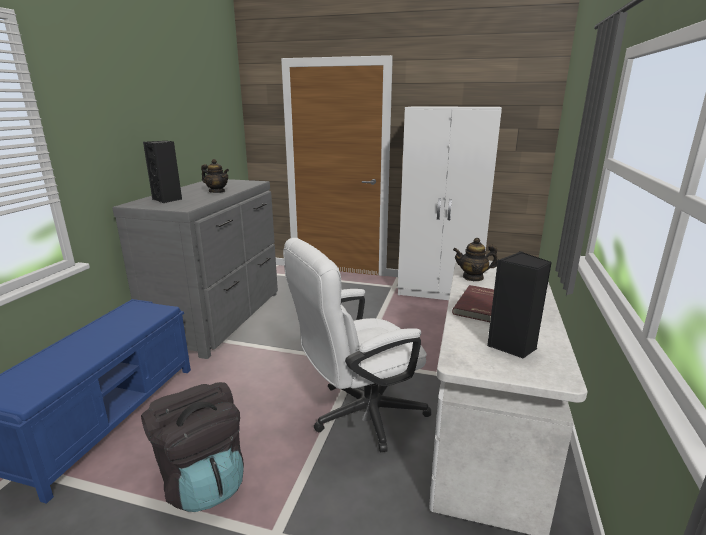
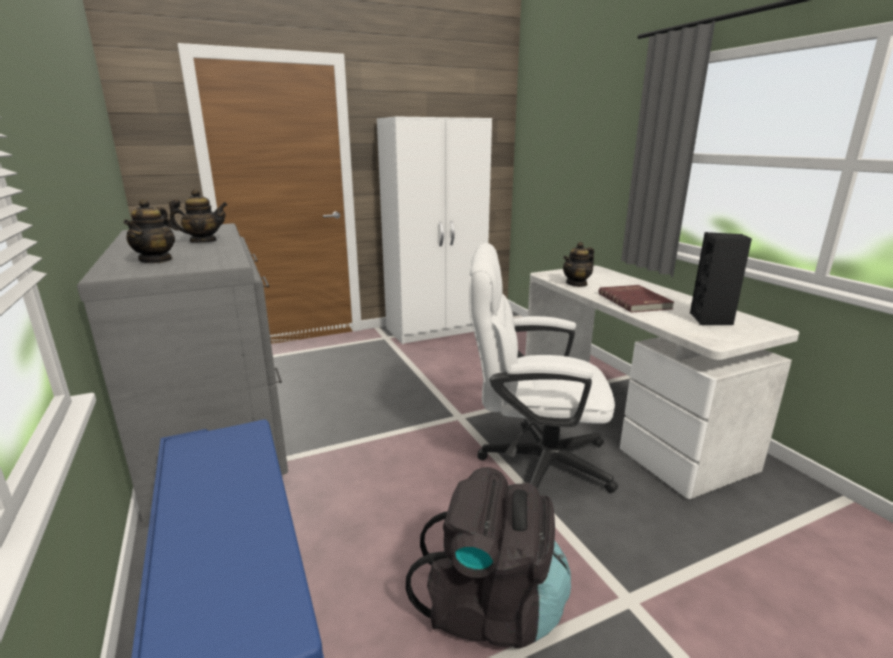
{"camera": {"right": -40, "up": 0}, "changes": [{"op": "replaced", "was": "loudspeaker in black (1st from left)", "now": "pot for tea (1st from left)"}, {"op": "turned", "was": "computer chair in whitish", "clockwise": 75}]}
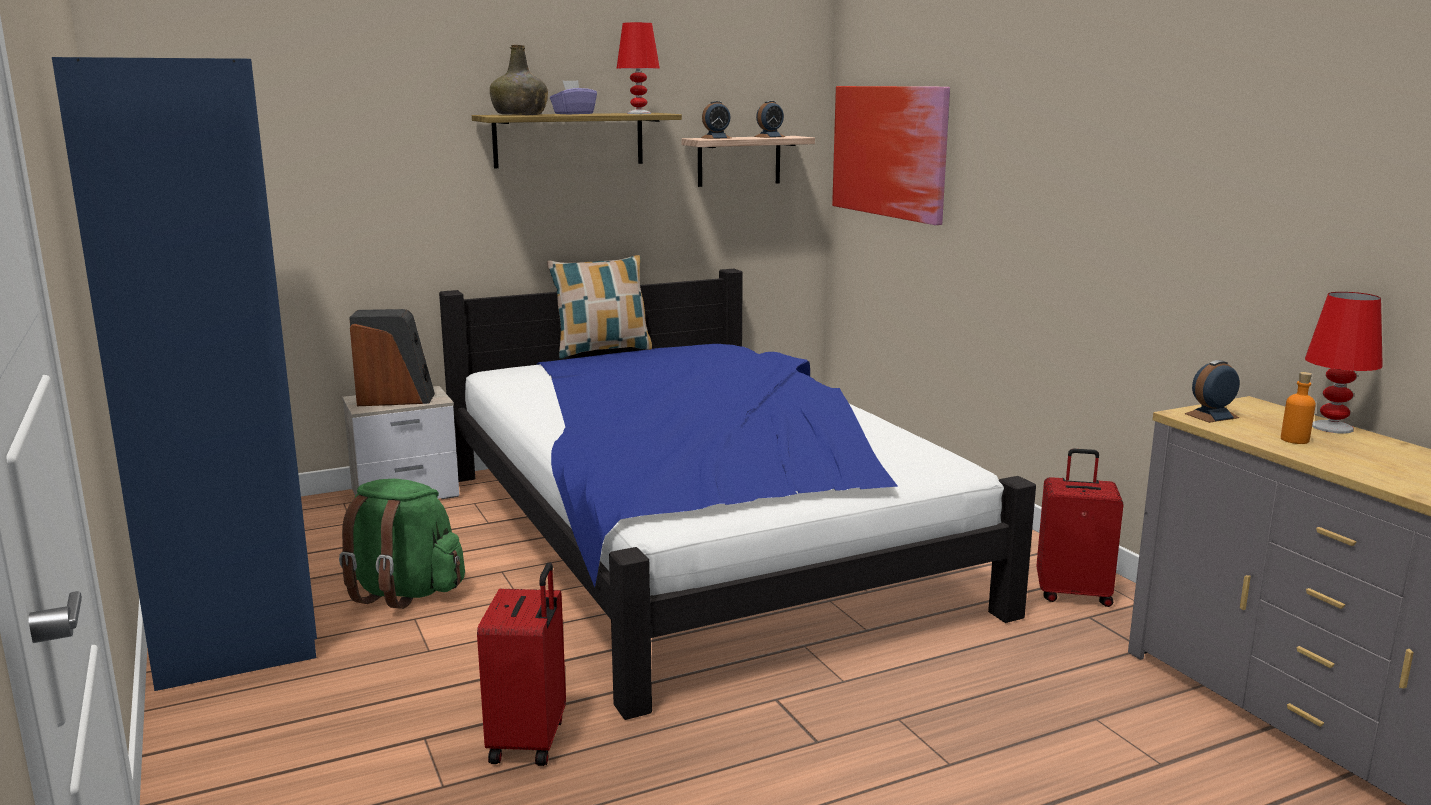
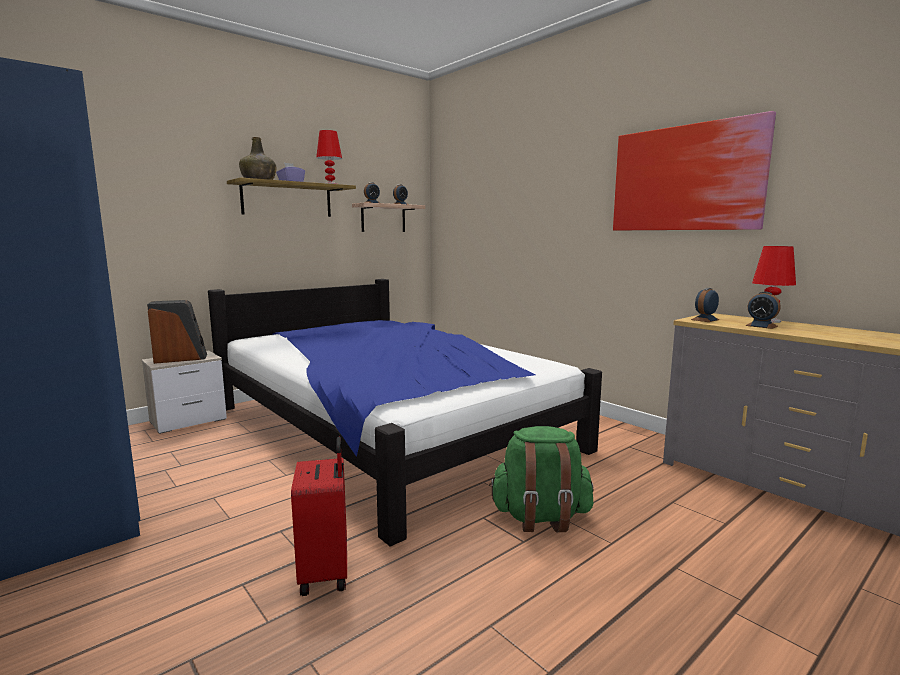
{"camera": {"right": -15, "up": -5}, "changes": [{"op": "moved", "was": "picture"}, {"op": "removed", "was": "pillow"}, {"op": "replaced", "was": "beverage bottle in orange", "now": "table clock (4th from left)"}, {"op": "removed", "was": "suitcase in reddish (2nd from left)"}, {"op": "moved", "was": "rucksack in green-coloured"}]}
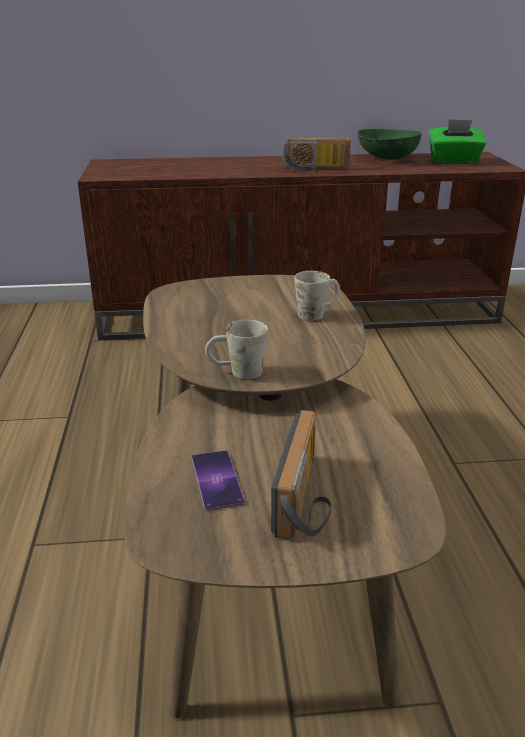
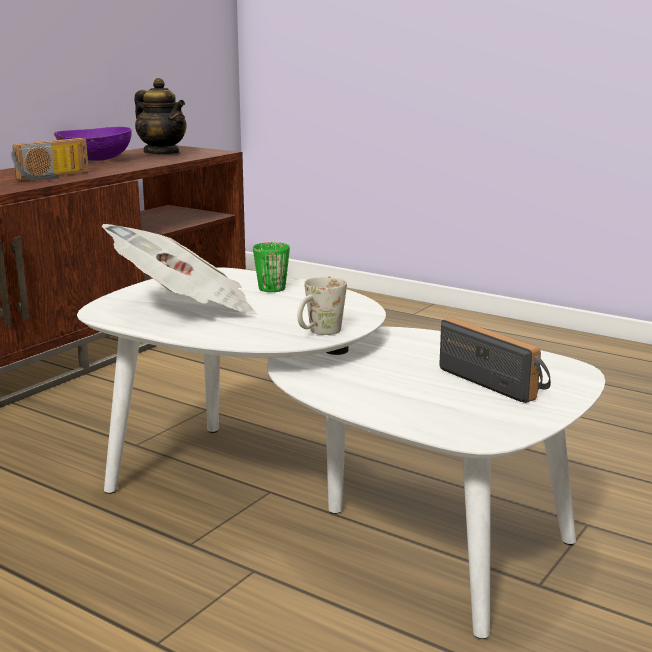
{"camera": {"right": -50, "up": -10}, "changes": [{"op": "replaced", "was": "tissue holder in green-coloured", "now": "pot for tea"}, {"op": "recoloured", "was": "serving bowl in green-coloured", "now": "serving bowl in purple"}, {"op": "recoloured", "was": "mug in whitish (2nd from left)", "now": "mug in green-coloured"}, {"op": "recoloured", "was": "lounge table in brown", "now": "lounge table in whitish"}, {"op": "removed", "was": "telephone"}, {"op": "added", "now": "newspaper"}]}
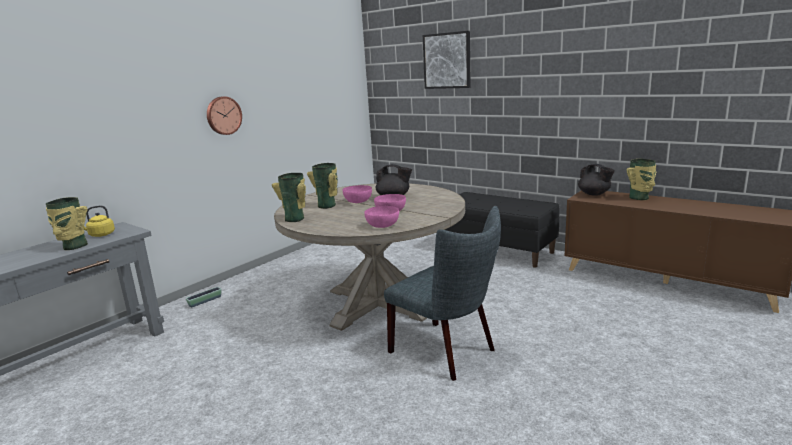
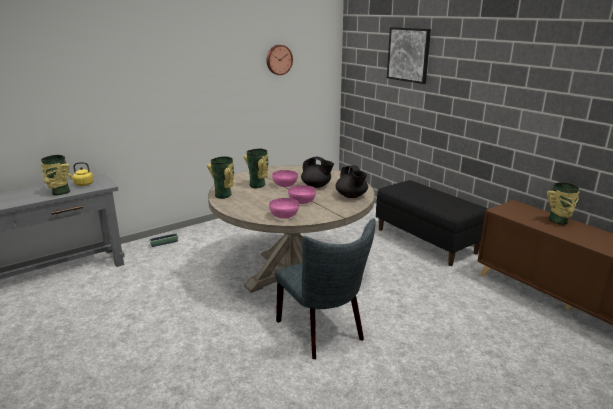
{"camera": {"right": 15, "up": 5}, "changes": [{"op": "moved", "was": "clock on the wall"}, {"op": "moved", "was": "pot for tea in black (2nd from left)"}]}
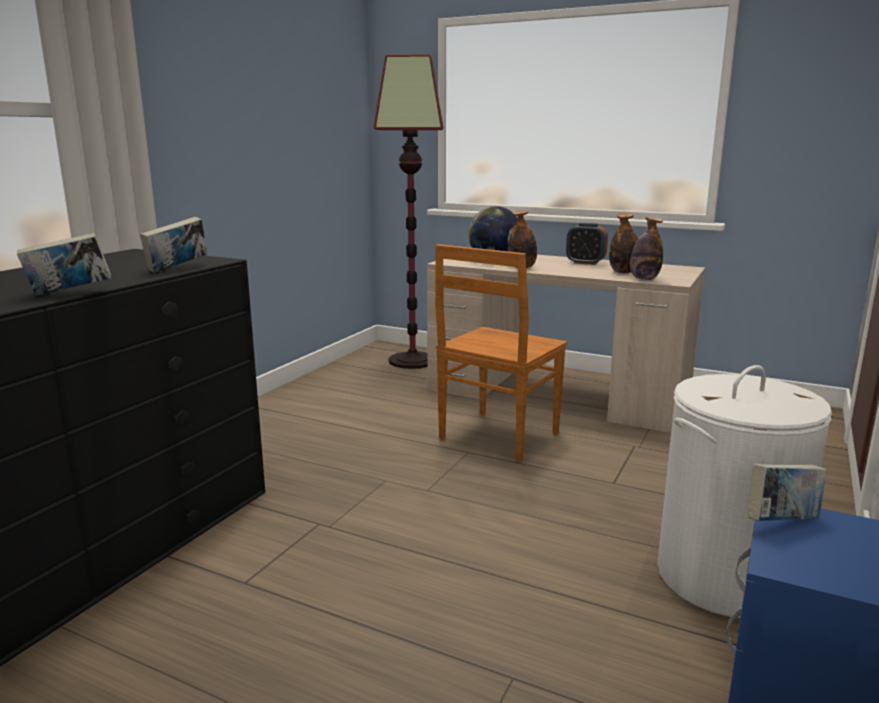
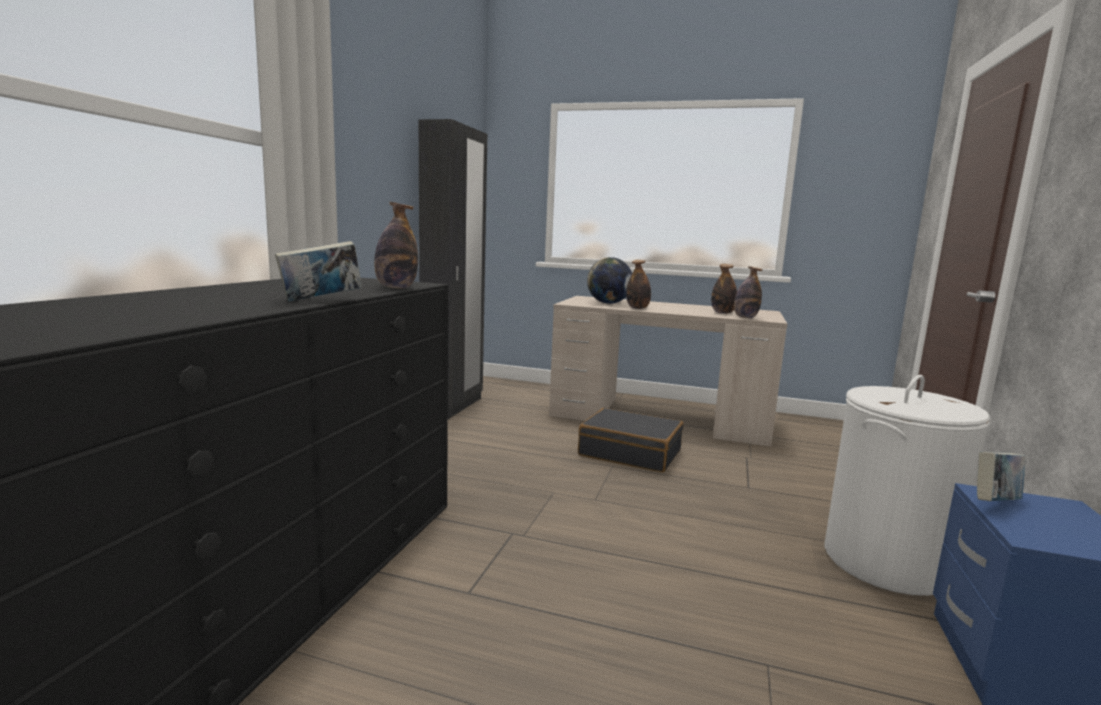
{"camera": {"right": -10, "up": -5}, "changes": [{"op": "removed", "was": "standard lamp"}, {"op": "replaced", "was": "book (2nd from left)", "now": "beverage bottle (1st from left)"}, {"op": "removed", "was": "table clock"}, {"op": "replaced", "was": "plain chair in brown", "now": "suitcase in black"}, {"op": "added", "now": "clothes cupboard in black"}]}
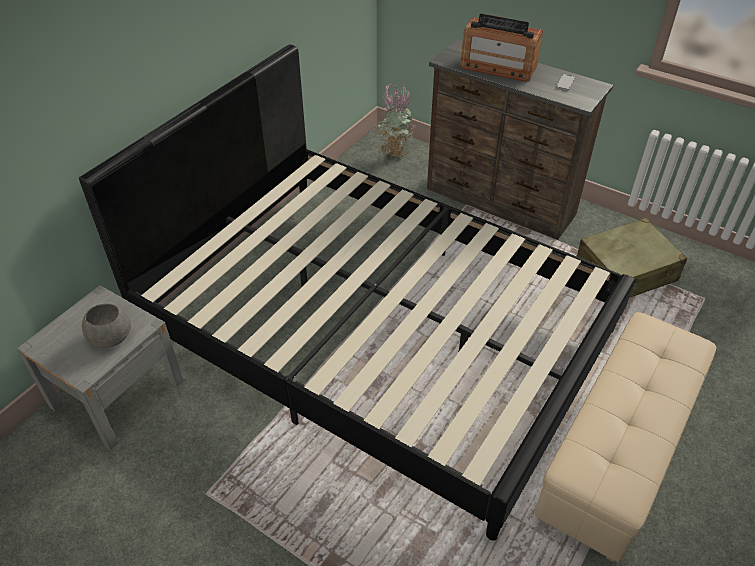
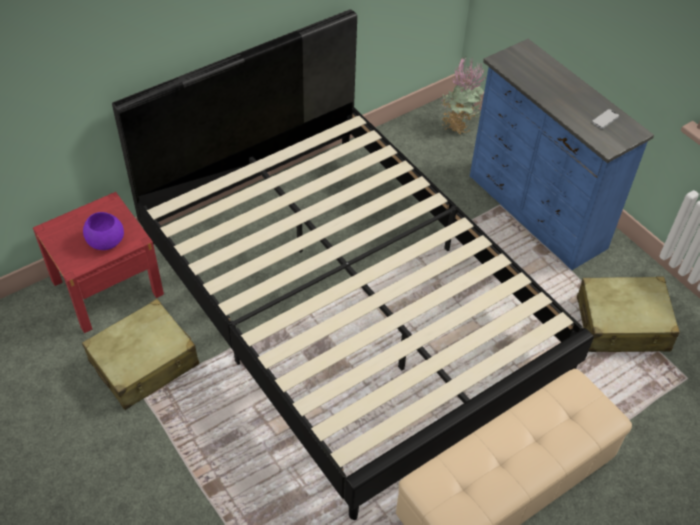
{"camera": {"right": 20, "up": 5}, "changes": [{"op": "removed", "was": "radio receiver"}, {"op": "recoloured", "was": "drawer chest in brown", "now": "drawer chest in blue-coloured"}, {"op": "recoloured", "was": "night table in gray", "now": "night table in reddish"}, {"op": "recoloured", "was": "serving bowl in gray", "now": "serving bowl in purple"}, {"op": "added", "now": "suitcase in beige (1st from left)"}]}
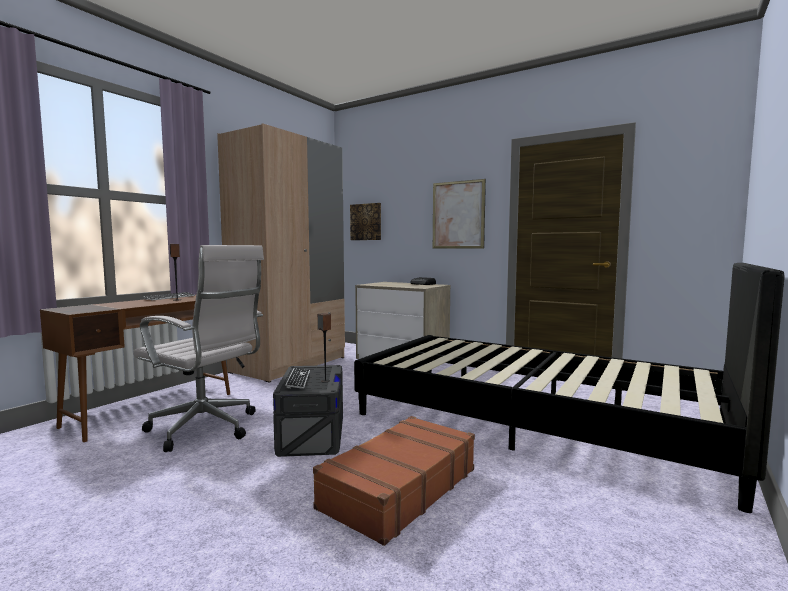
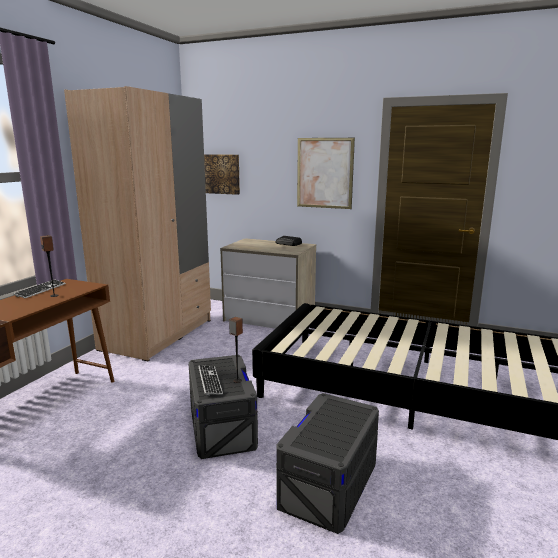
{"camera": {"right": -10, "up": 10}, "changes": [{"op": "removed", "was": "computer chair in whitish"}, {"op": "replaced", "was": "suitcase in brown", "now": "storage box in gray (2nd from left)"}]}
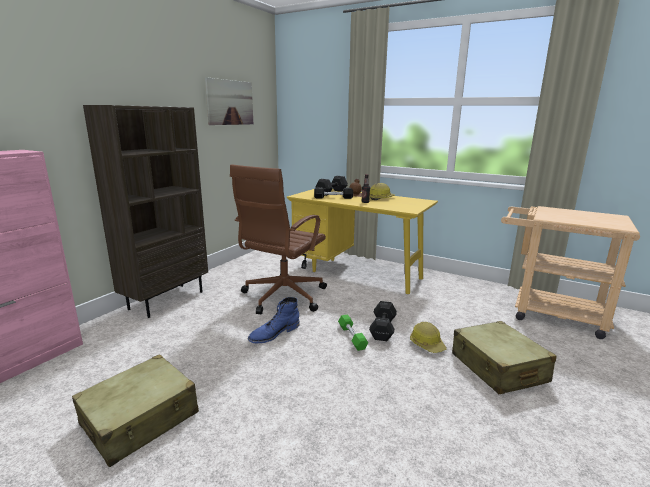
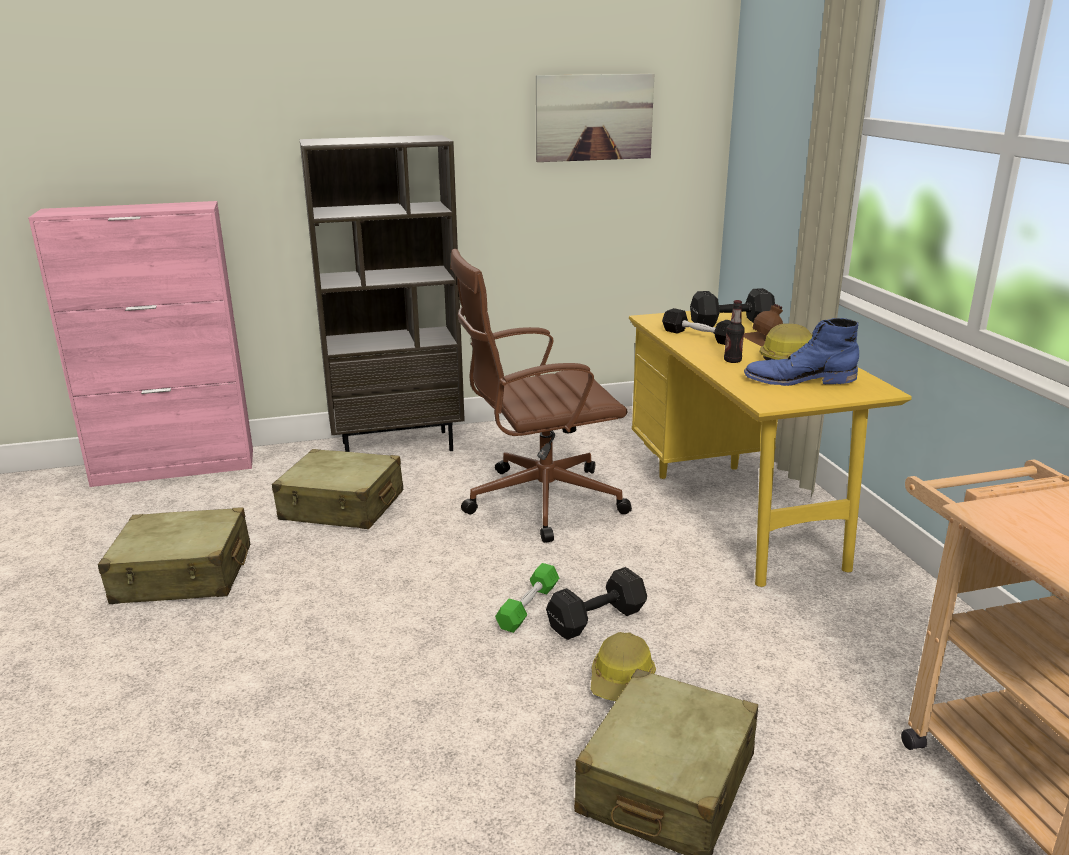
{"camera": {"right": 45, "up": 5}, "changes": [{"op": "moved", "was": "boot in blue-coloured"}, {"op": "added", "now": "suitcase in beige (2nd from left)"}]}
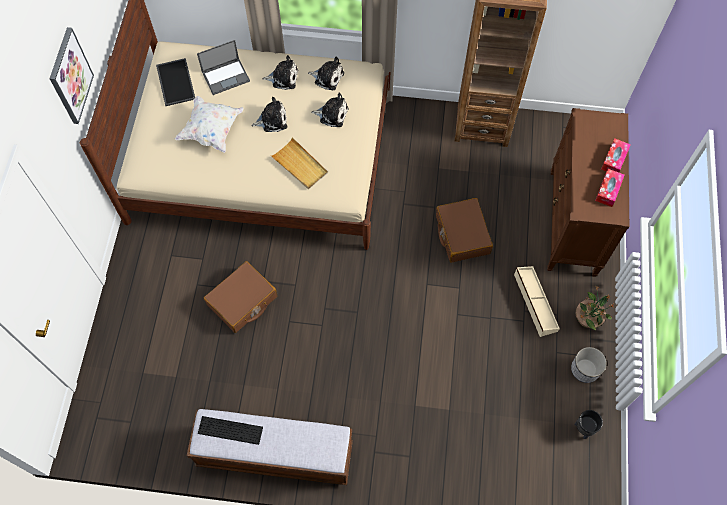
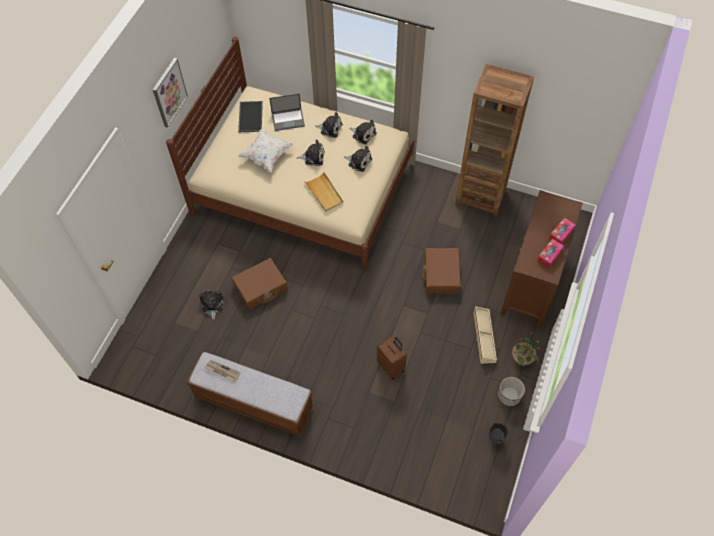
{"camera": {"right": 15, "up": -5}, "changes": [{"op": "replaced", "was": "PC keyboard", "now": "newspaper"}, {"op": "added", "now": "plush toy (1st from left)"}, {"op": "added", "now": "suitcase in brown (2nd from left)"}]}
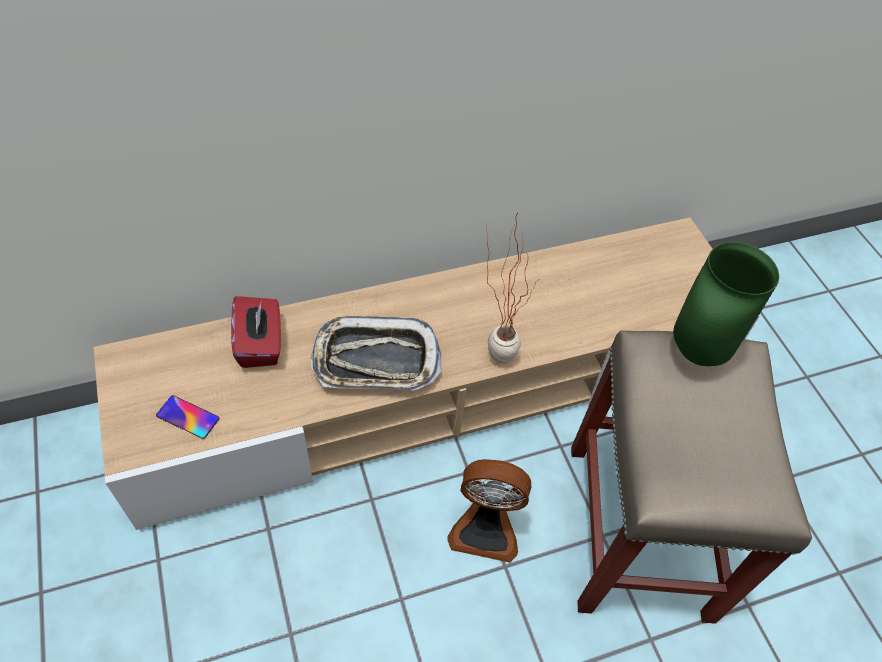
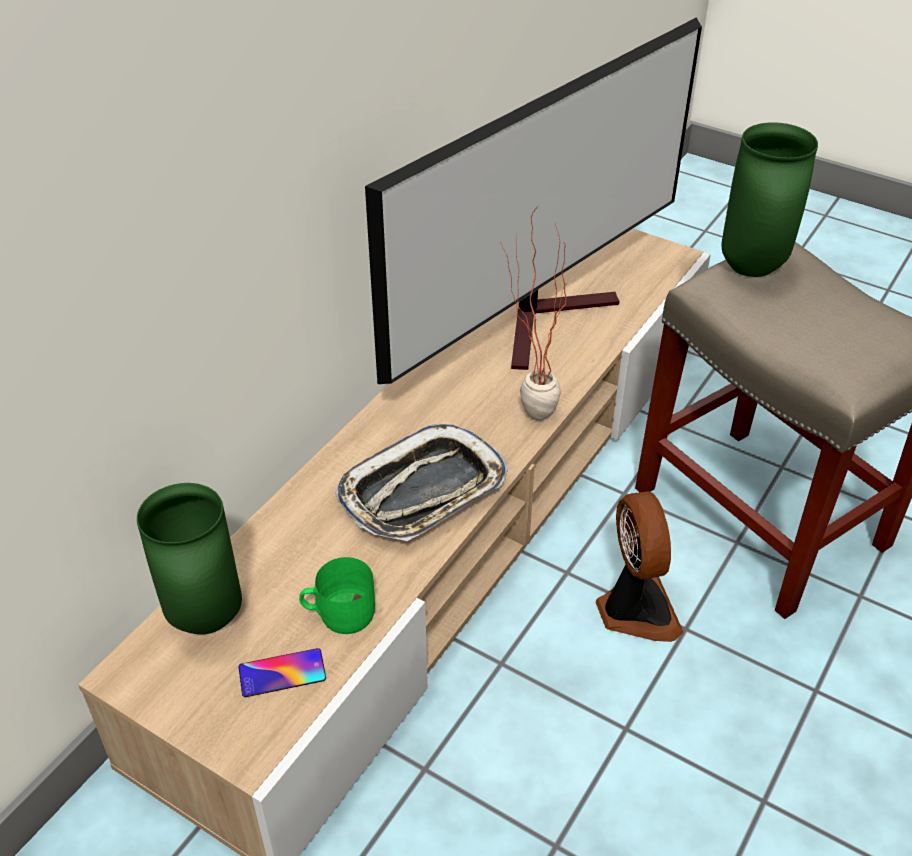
{"camera": {"right": -35, "up": -10}, "changes": [{"op": "removed", "was": "tissue holder in reddish"}, {"op": "turned", "was": "fan", "clockwise": -75}, {"op": "added", "now": "television"}, {"op": "added", "now": "decorative vase in green-coloured (1st from left)"}, {"op": "added", "now": "mug in green-coloured"}]}
